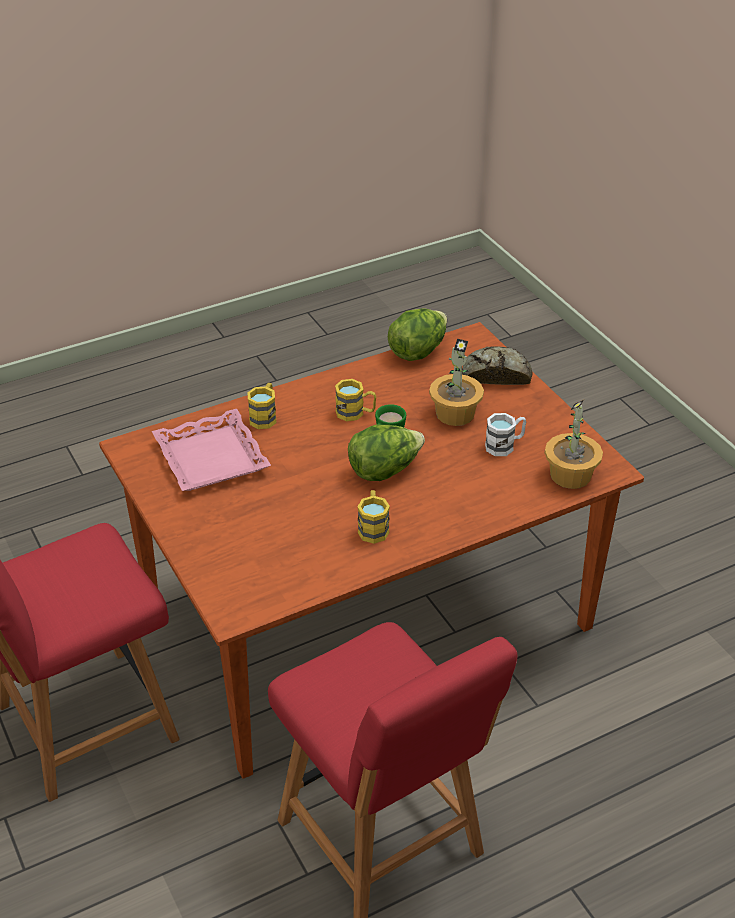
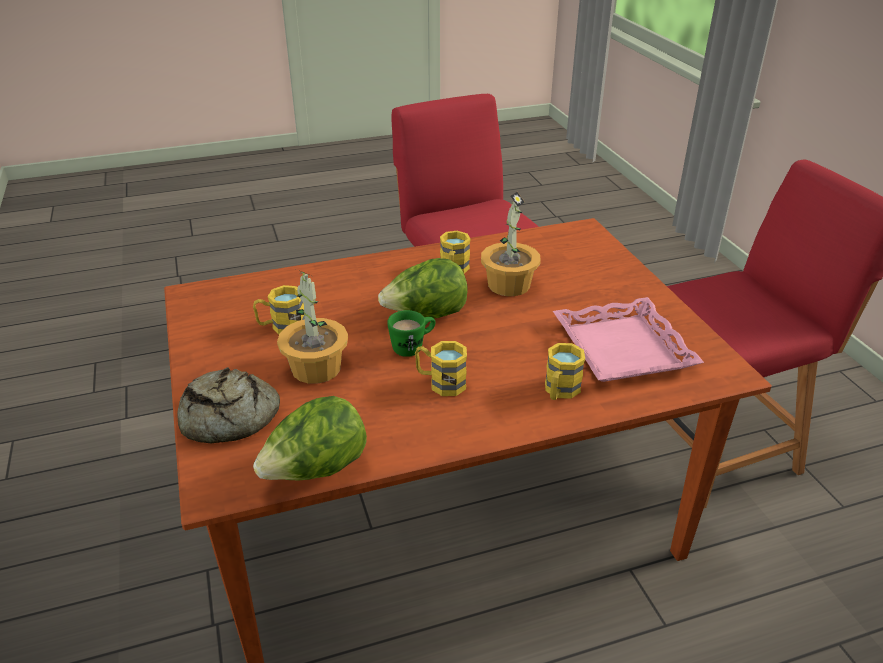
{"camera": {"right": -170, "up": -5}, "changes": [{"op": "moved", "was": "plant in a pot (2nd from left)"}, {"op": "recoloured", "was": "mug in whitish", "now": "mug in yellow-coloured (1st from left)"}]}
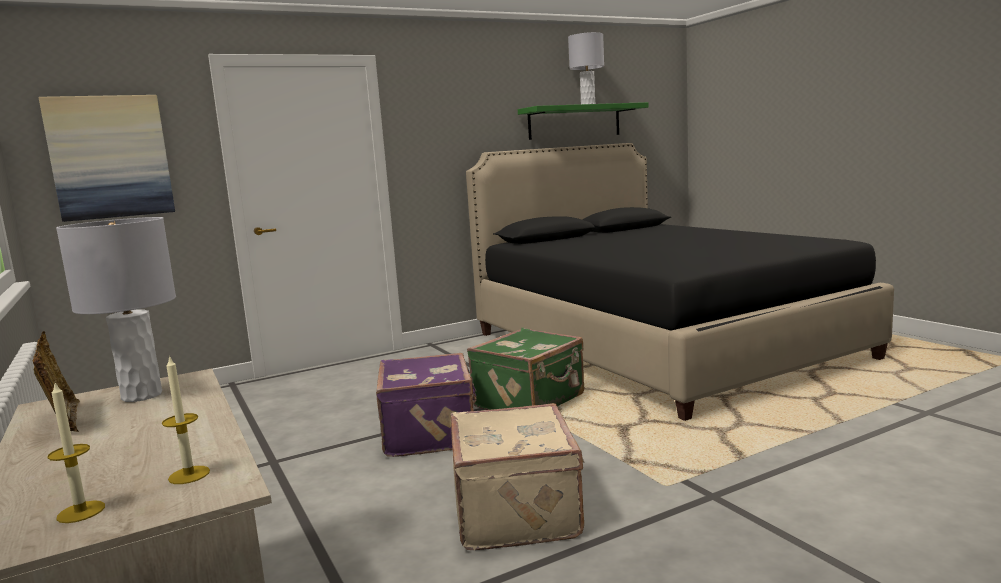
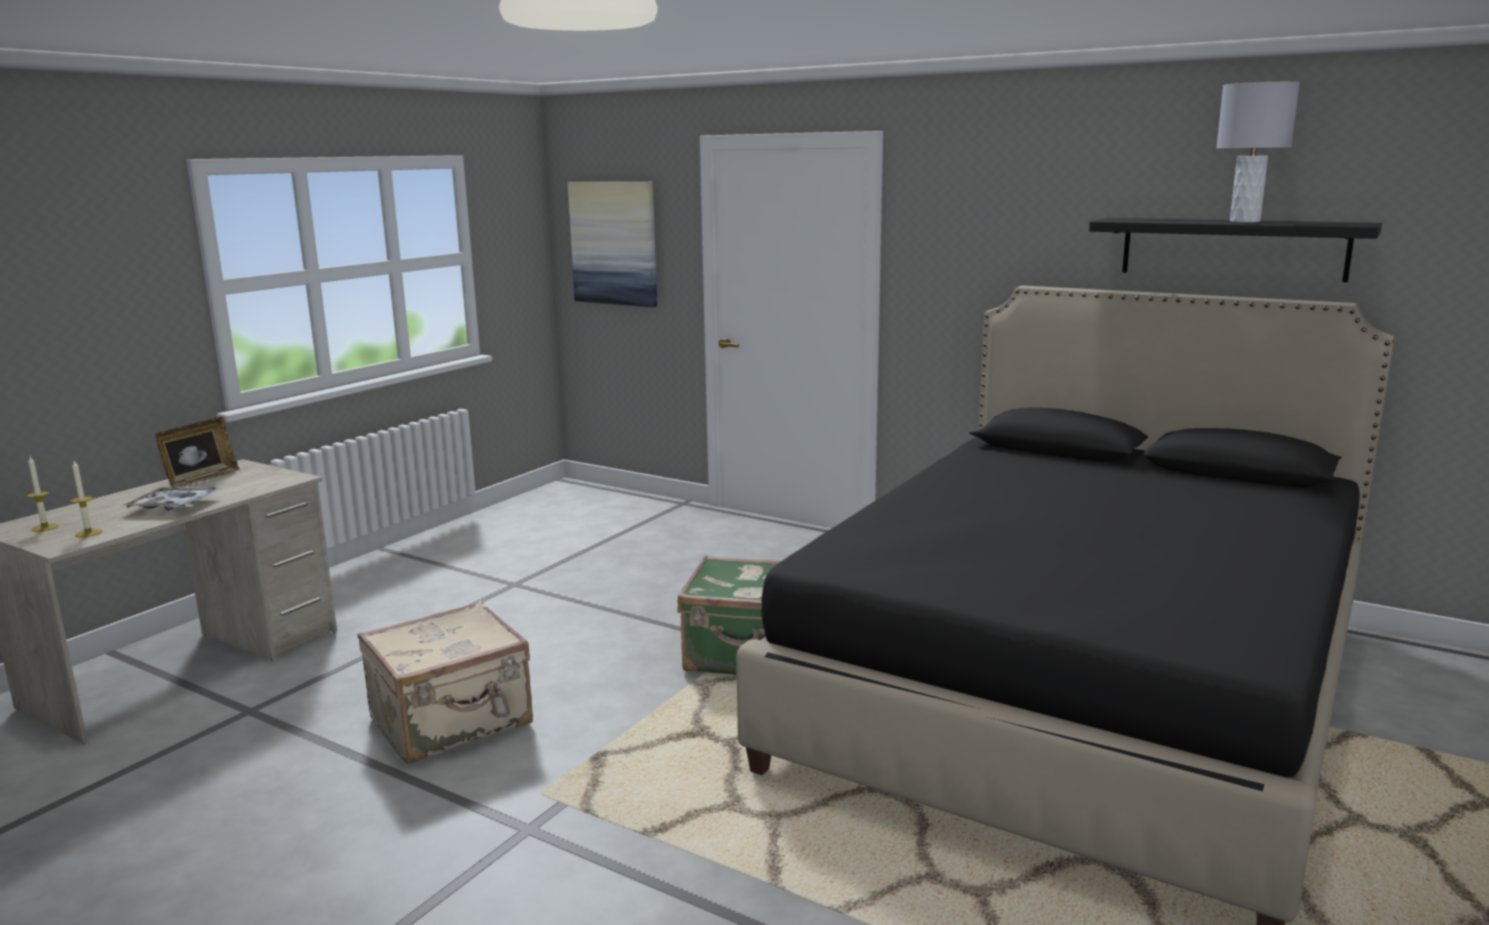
{"camera": {"right": 60, "up": 5}, "changes": [{"op": "recoloured", "was": "shelf in green-coloured", "now": "shelf in black"}, {"op": "removed", "was": "tabletop lamp in gray (1st from left)"}, {"op": "removed", "was": "suitcase in purple"}, {"op": "added", "now": "serving tray"}]}
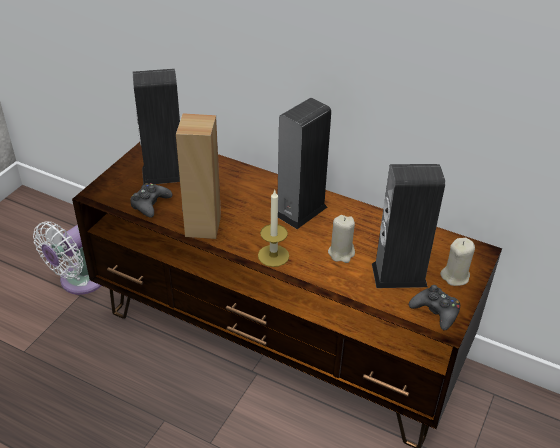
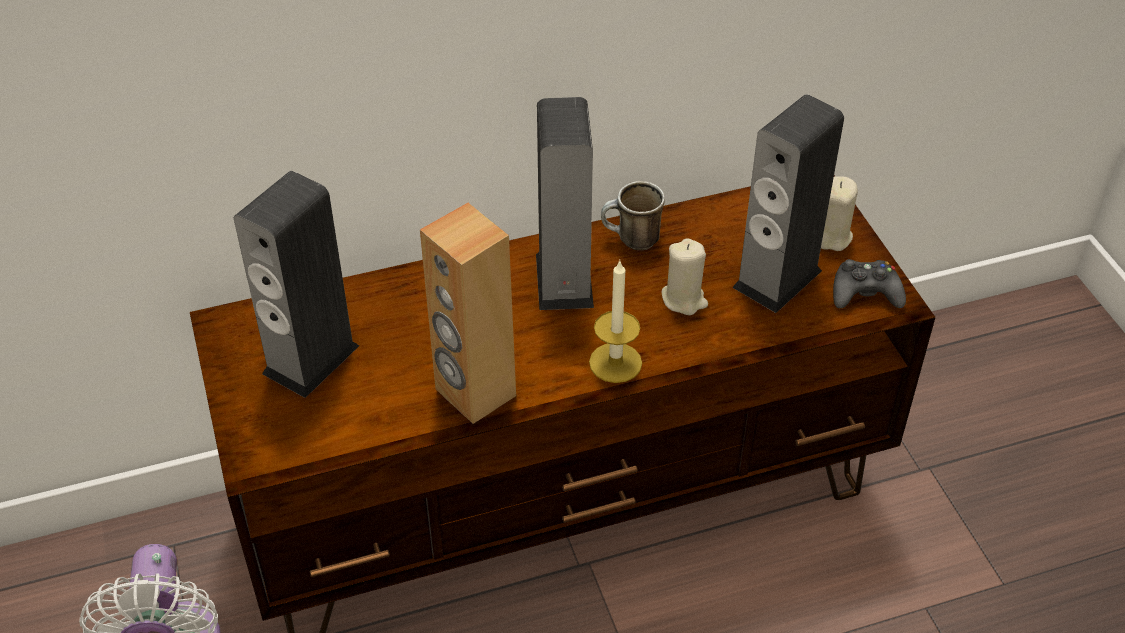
{"camera": {"right": -45, "up": 5}, "changes": [{"op": "removed", "was": "game controller in black (1st from left)"}, {"op": "added", "now": "mug"}]}
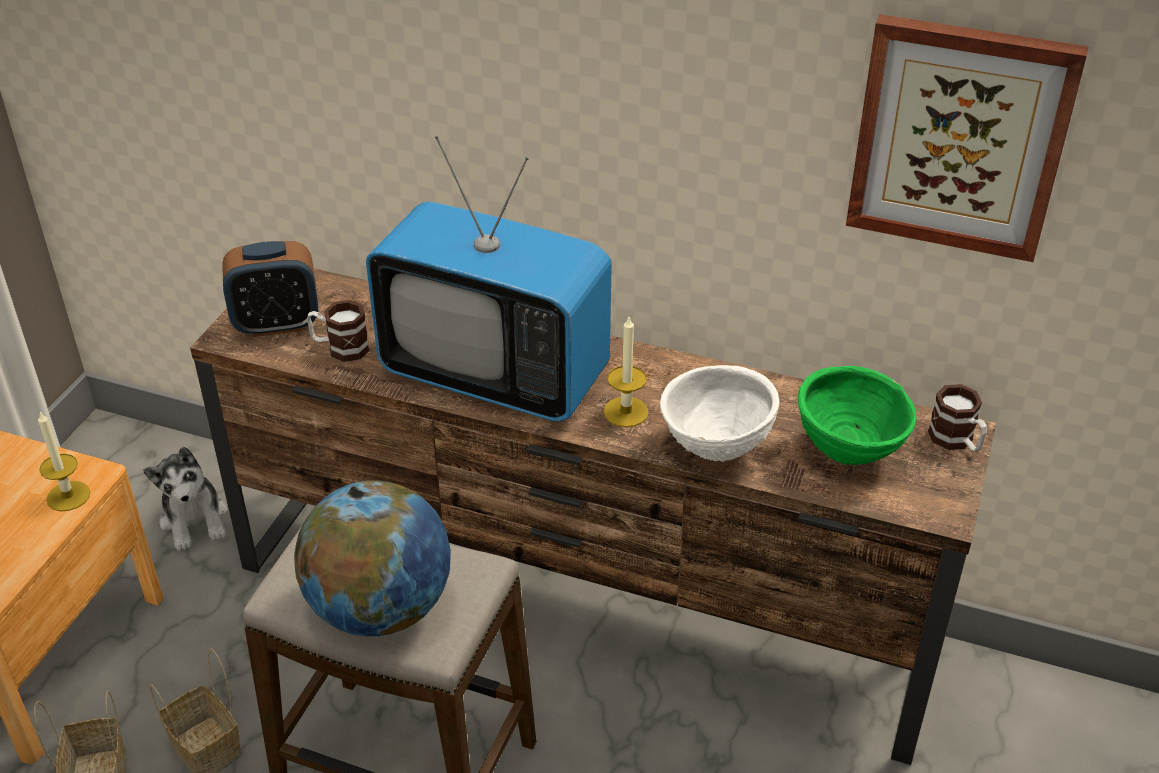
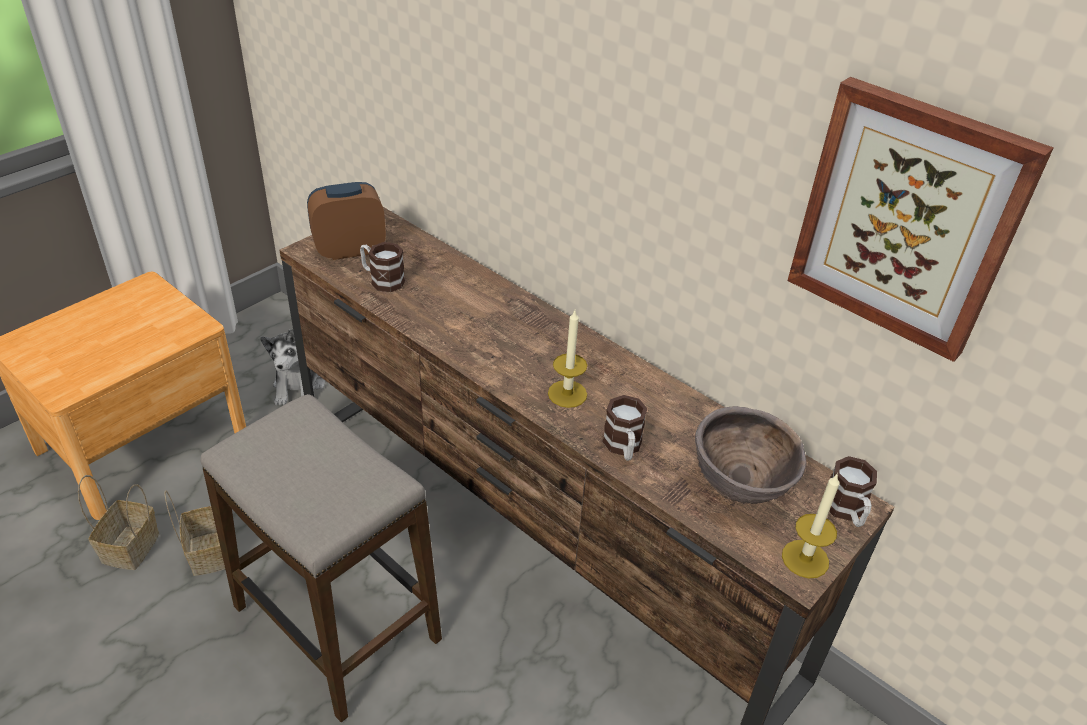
{"camera": {"right": 20, "up": 0}, "changes": [{"op": "removed", "was": "television"}, {"op": "turned", "was": "table clock", "clockwise": 150}, {"op": "replaced", "was": "serving bowl in whitish", "now": "mug (2nd from left)"}, {"op": "recoloured", "was": "serving bowl in green-coloured", "now": "serving bowl in brown"}, {"op": "moved", "was": "wax light (1st from left in the first image)", "now": "wax light (2nd from left)"}, {"op": "removed", "was": "world globe"}]}
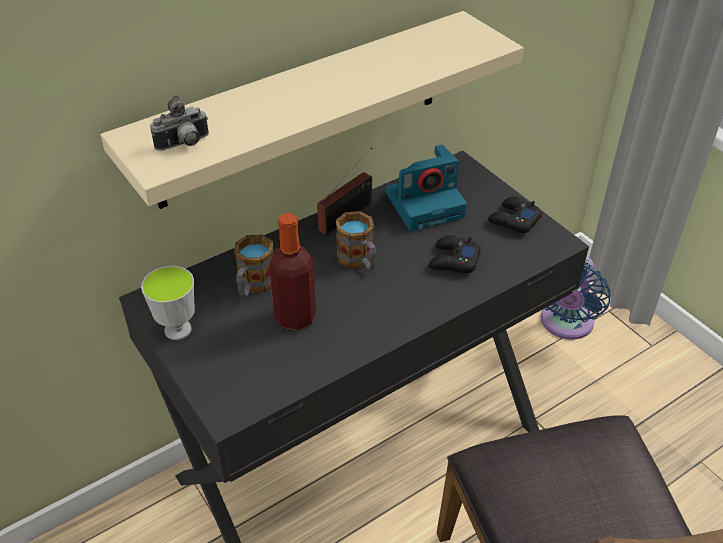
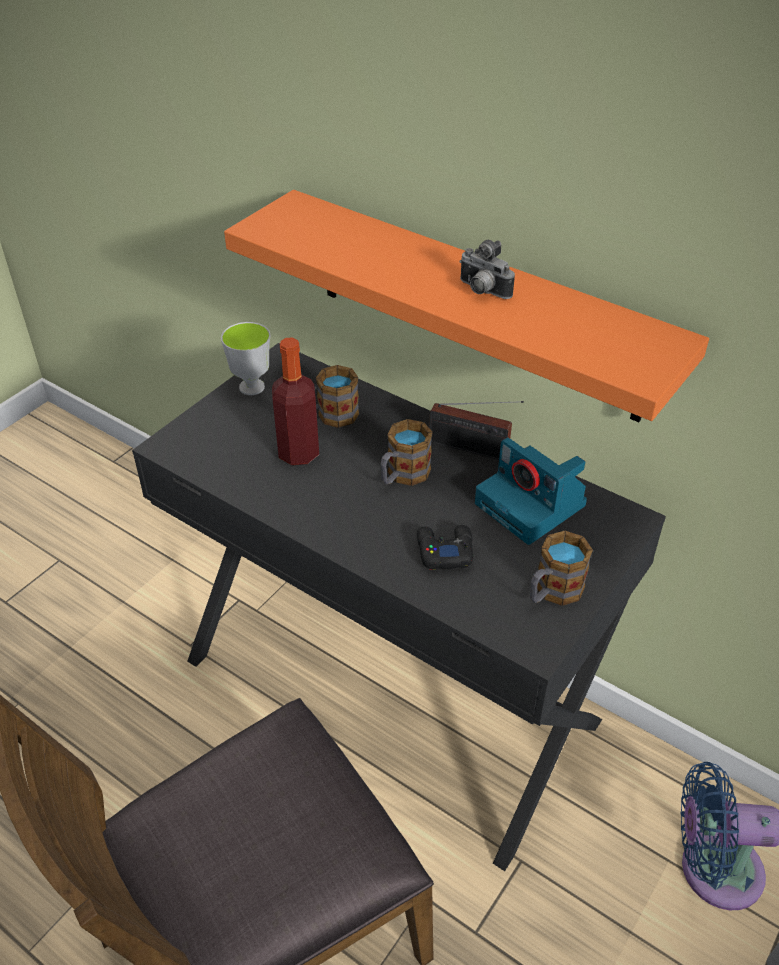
{"camera": {"right": 70, "up": 0}, "changes": [{"op": "recoloured", "was": "shelf in beige", "now": "shelf in orange"}, {"op": "moved", "was": "photo camera (1st from left)"}, {"op": "replaced", "was": "game controller in black (2nd from left)", "now": "mug (3rd from left)"}]}
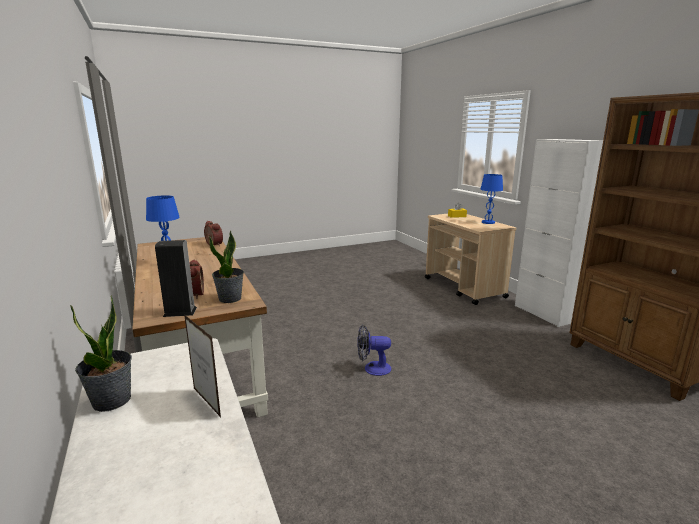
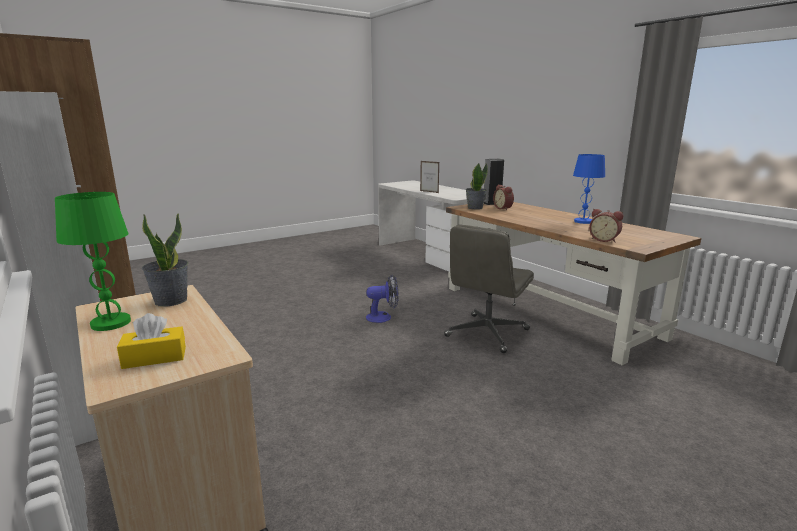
{"camera": {"right": 170, "up": 0}, "changes": [{"op": "recoloured", "was": "tabletop lamp in blue-coloured (2nd from left)", "now": "tabletop lamp in green-coloured"}, {"op": "moved", "was": "plant in a pot (1st from left)"}, {"op": "added", "now": "computer chair in gray"}]}
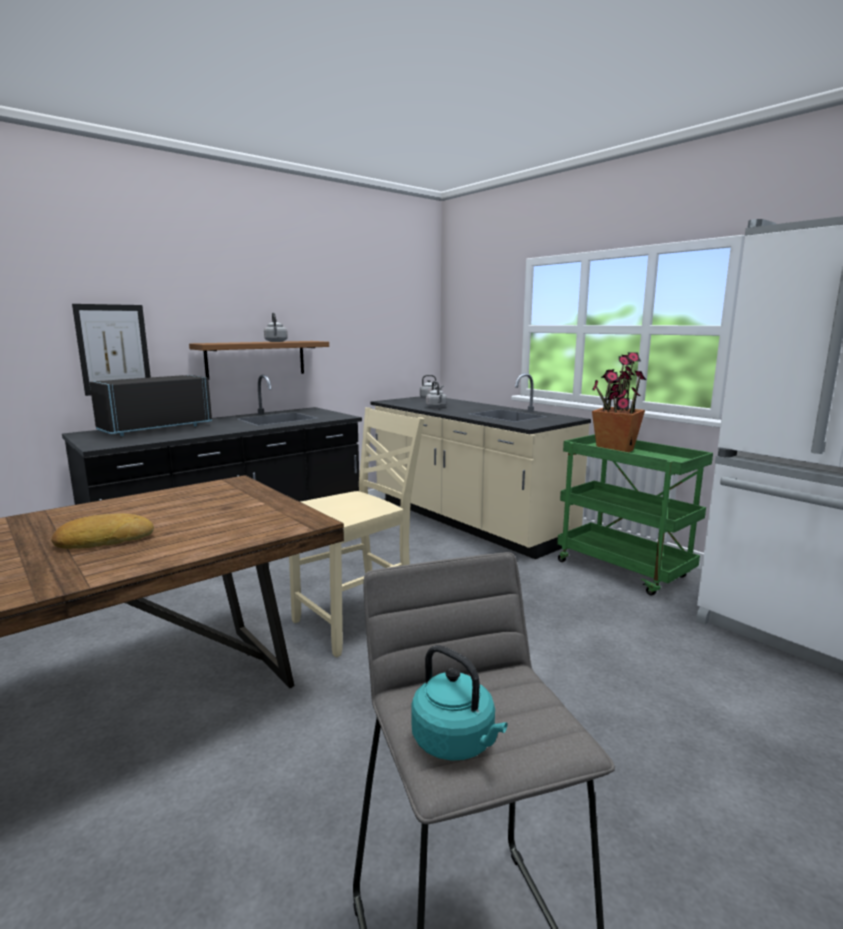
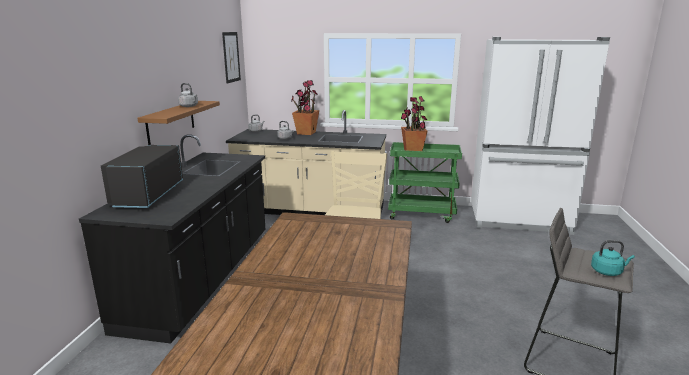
{"camera": {"right": -40, "up": 5}, "changes": [{"op": "moved", "was": "picture"}, {"op": "removed", "was": "baked bread"}, {"op": "added", "now": "plant in a pot (1st from left)"}]}
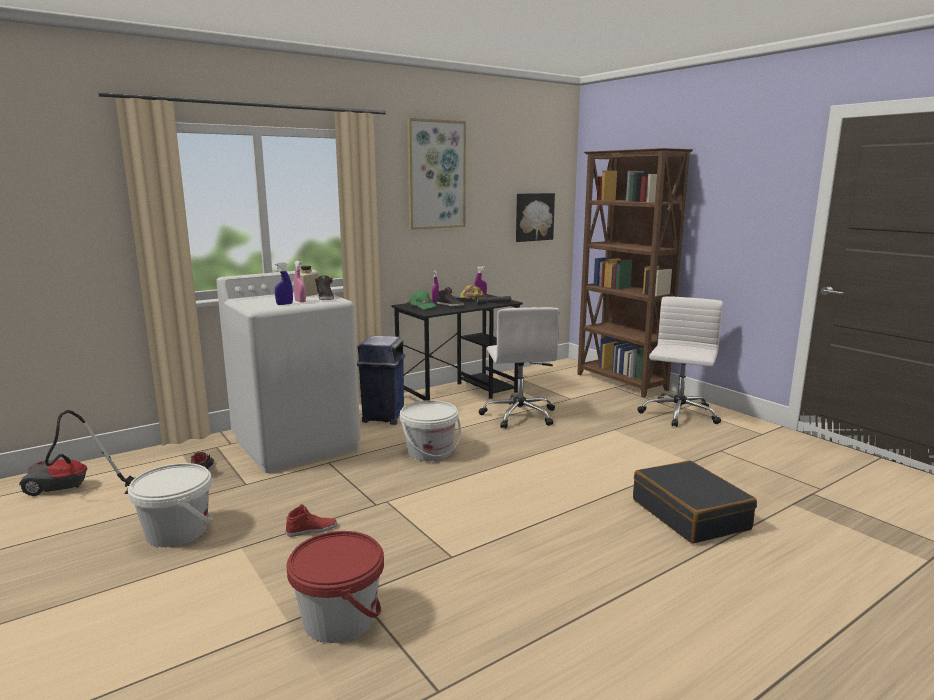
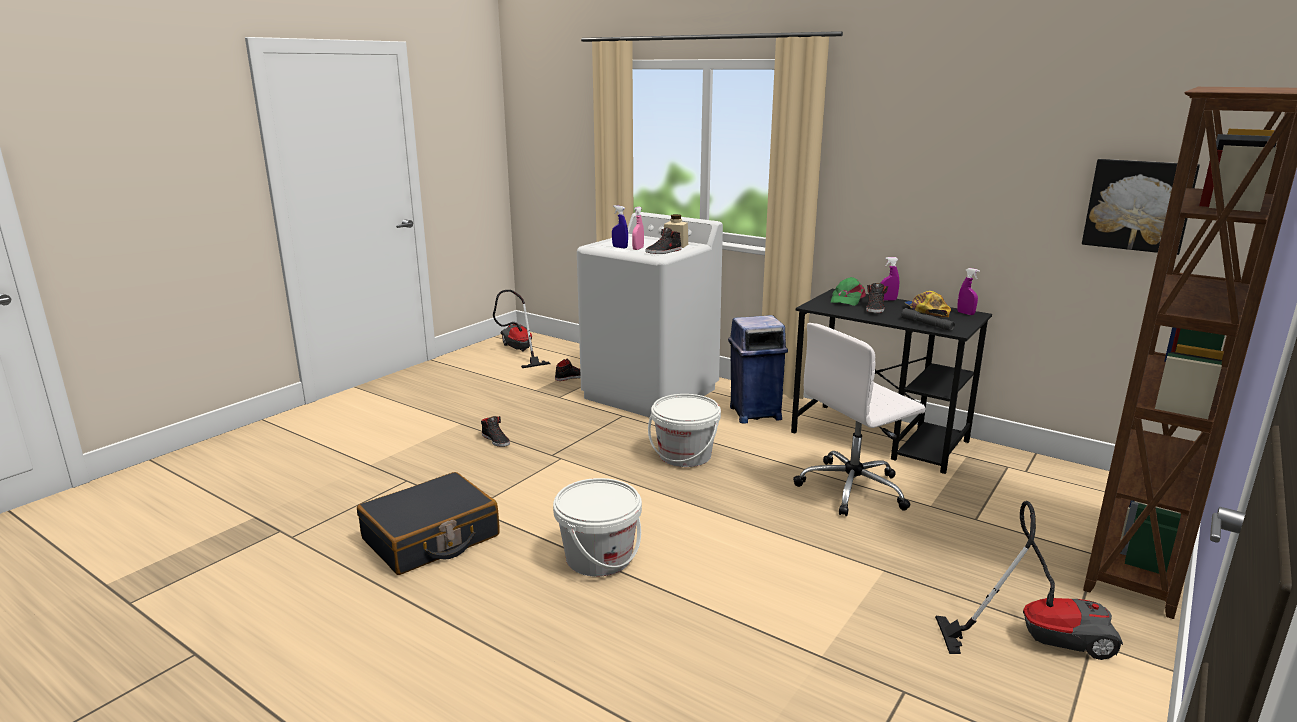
{"camera": {"right": 70, "up": 5}, "changes": [{"op": "removed", "was": "picture (1st from left)"}, {"op": "replaced", "was": "computer chair in whitish (2nd from left)", "now": "hoover (2nd from left)"}, {"op": "moved", "was": "suitcase in black"}, {"op": "moved", "was": "water bucket in whitish (1st from left)"}, {"op": "recoloured", "was": "item of footwear in reddish", "now": "item of footwear in black (1st from left)"}, {"op": "removed", "was": "water bucket in reddish"}]}
